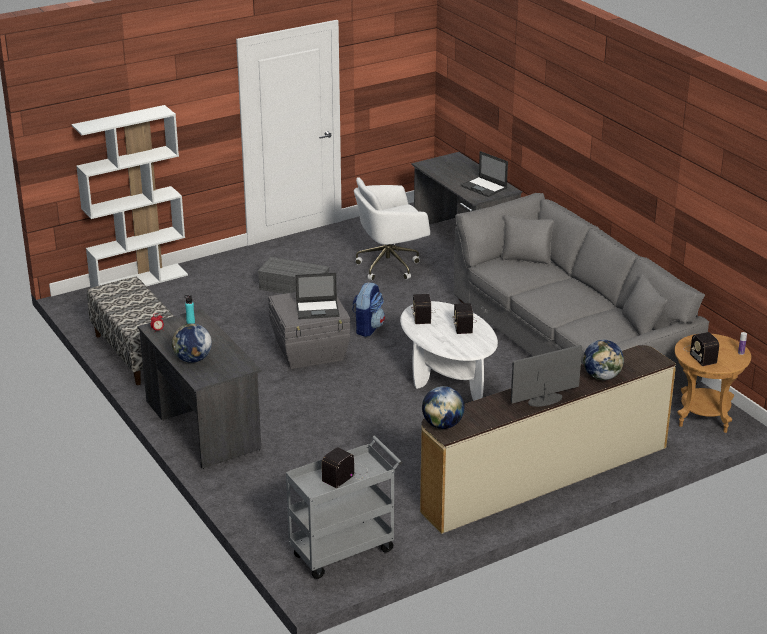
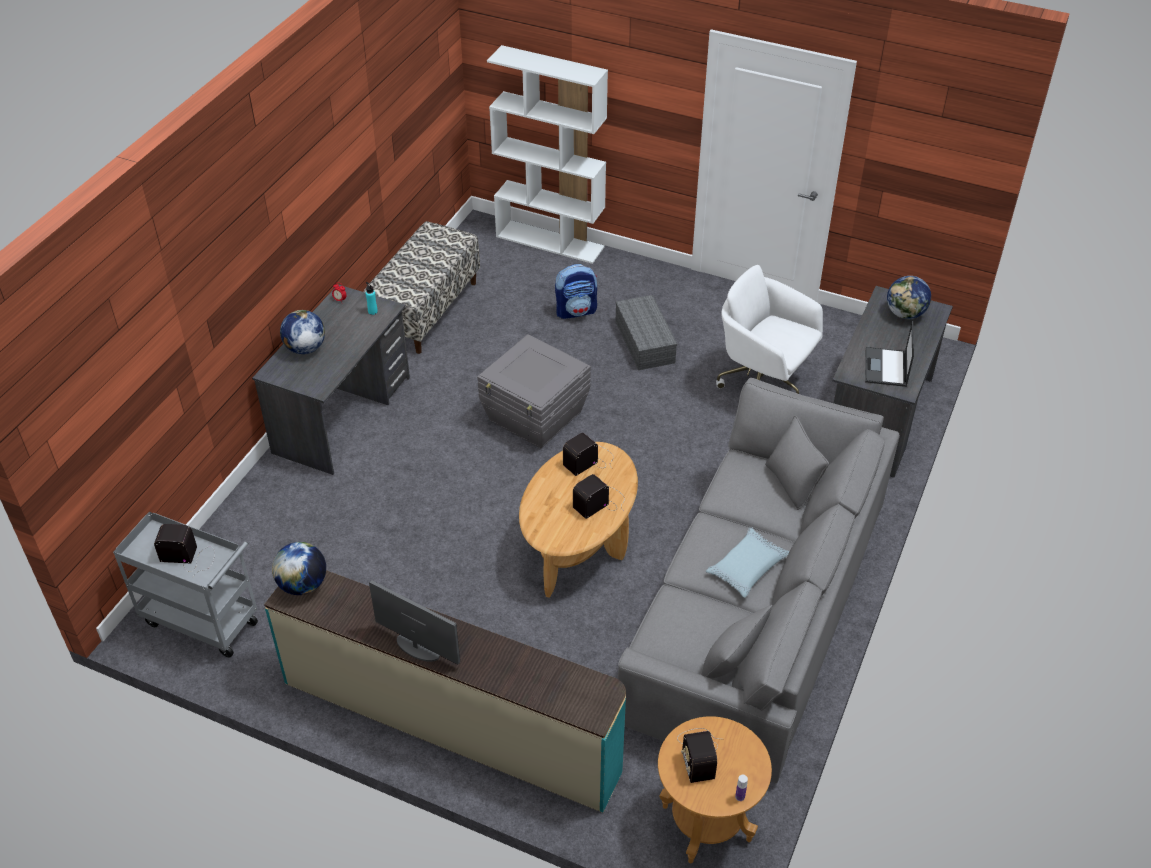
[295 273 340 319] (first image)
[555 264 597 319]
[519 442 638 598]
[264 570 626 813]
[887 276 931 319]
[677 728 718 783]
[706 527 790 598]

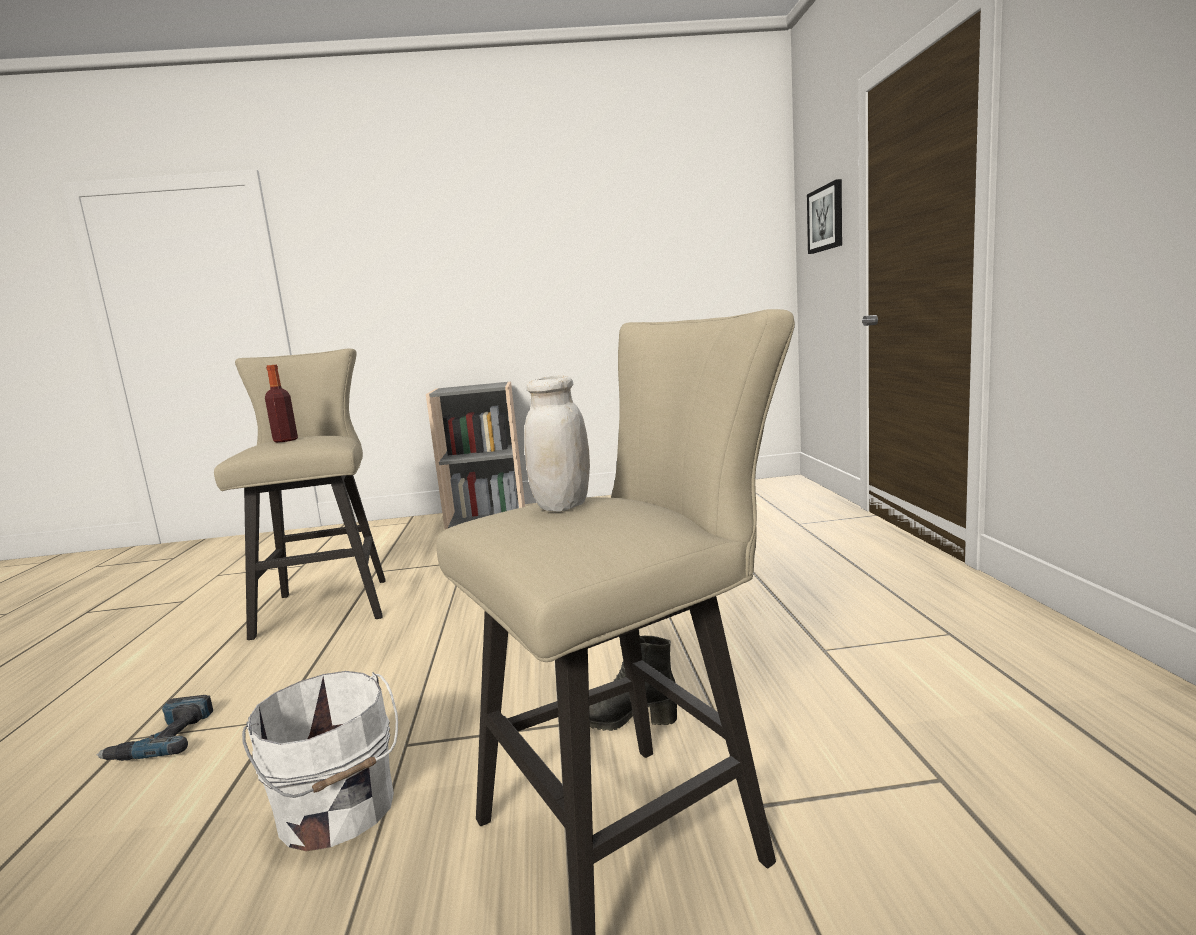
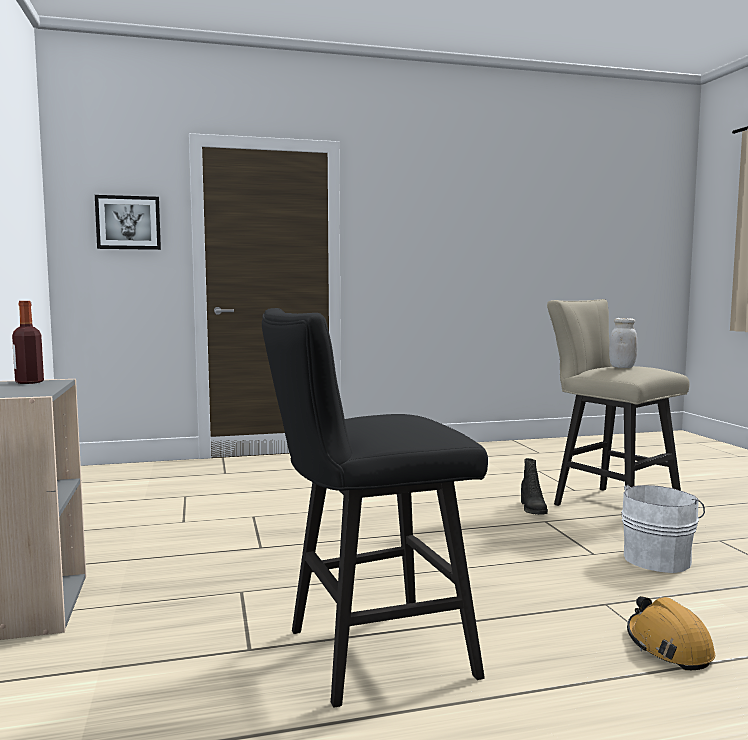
[627 596 715 670]
[262 308 488 708]
[12 301 44 384]

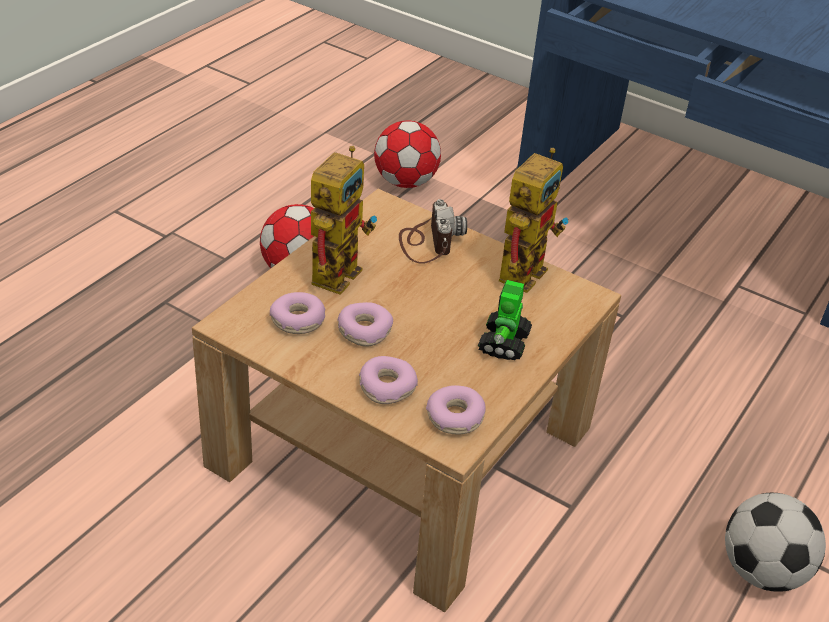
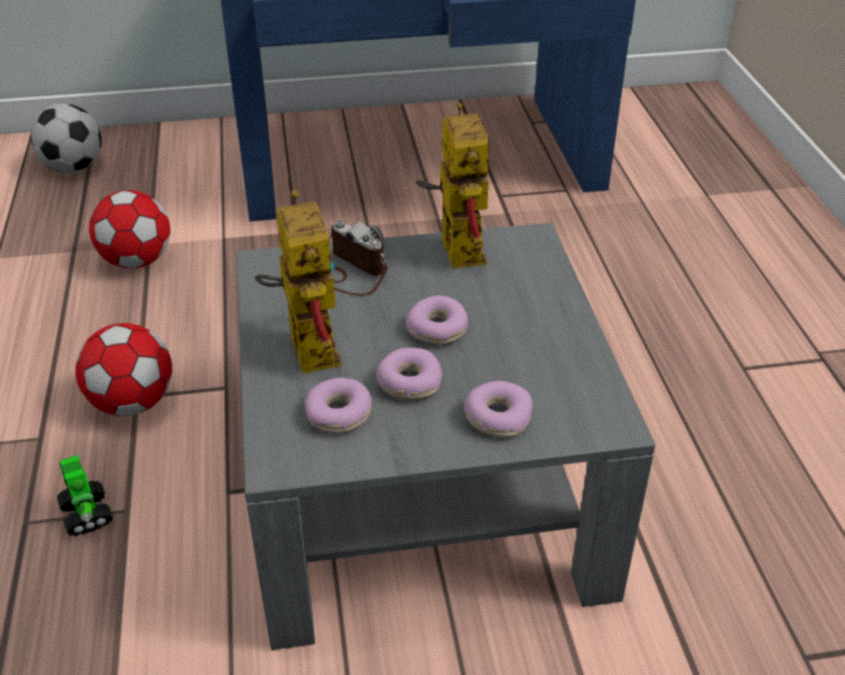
[237 223 655 650]
[406 295 468 345]
[57 455 113 536]
[31 104 102 173]

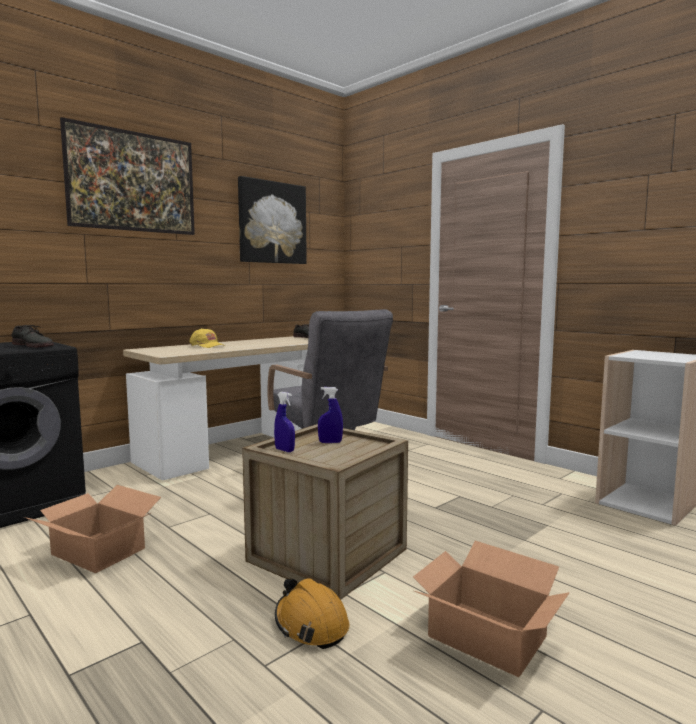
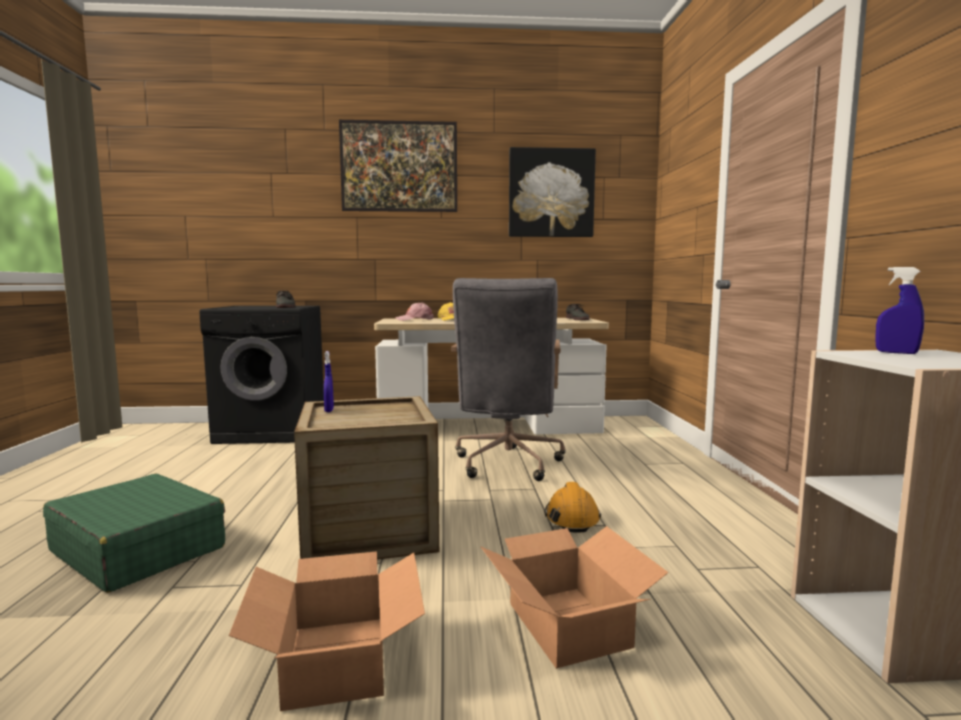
[480 526 669 669]
[545 482 601 533]
[875 267 924 354]
[43 474 225 593]
[395 302 434 321]

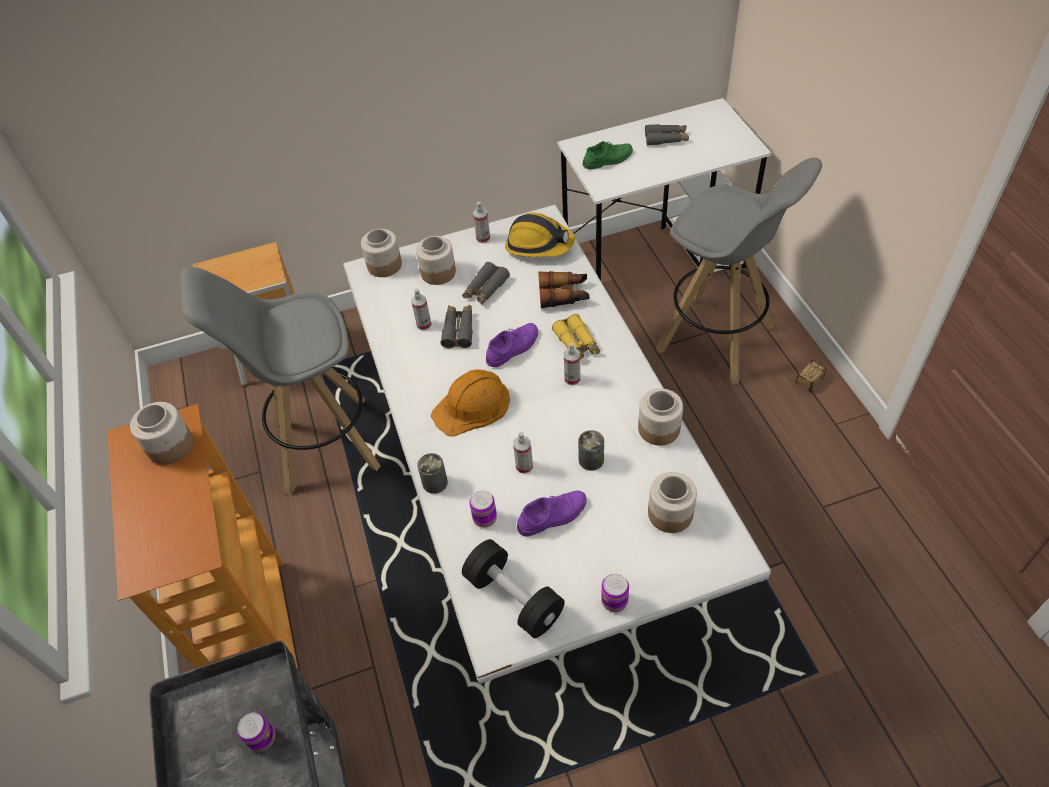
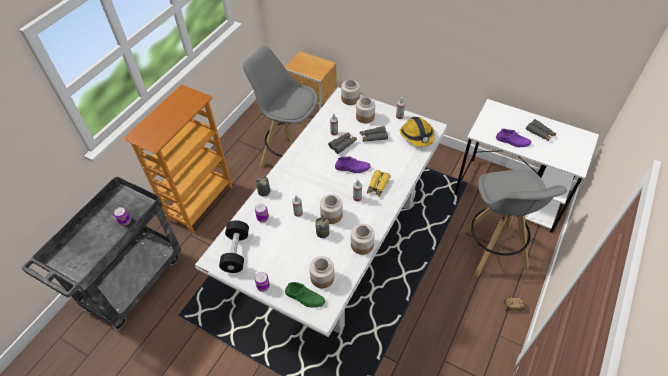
[320 194 343 224]
[431 369 510 436] (first image)
[496 129 531 147]
[538 271 589 309] (first image)
[285 282 325 308]

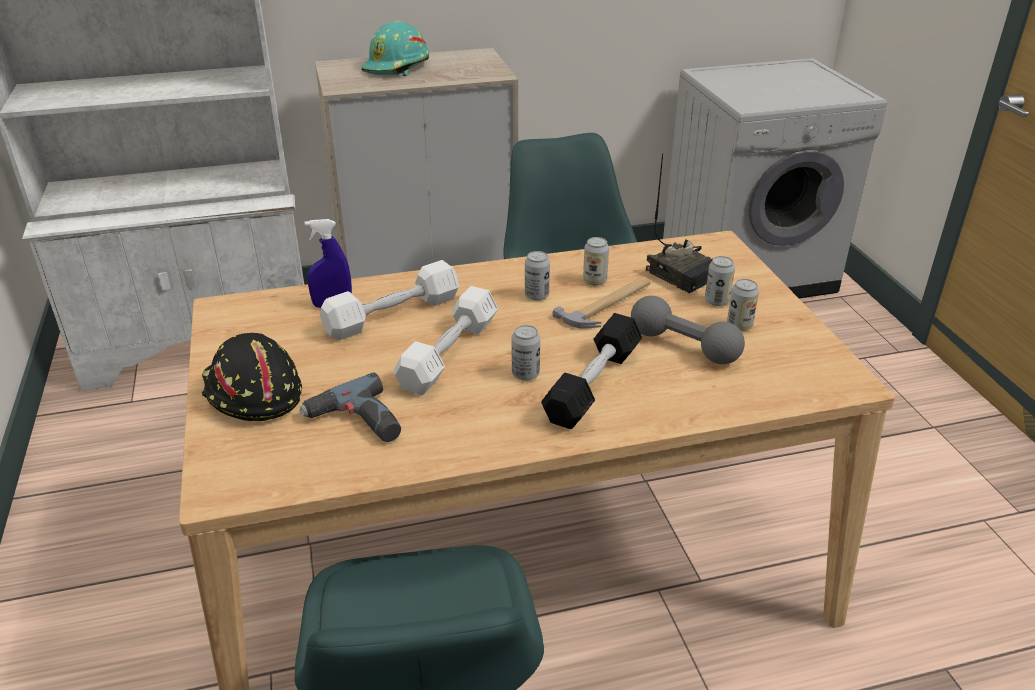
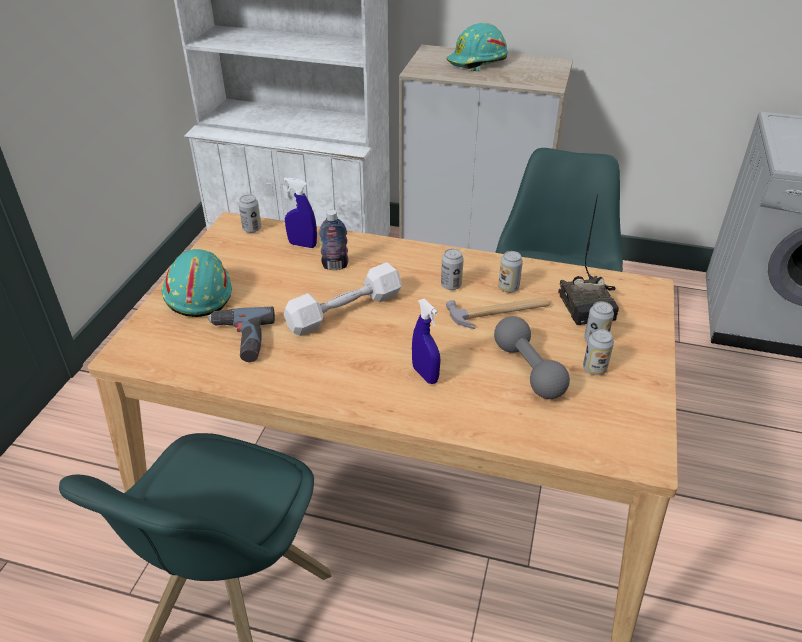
[162 249 232 317]
[319 210 349 270]
[238 195 261 233]
[412 299 440 384]

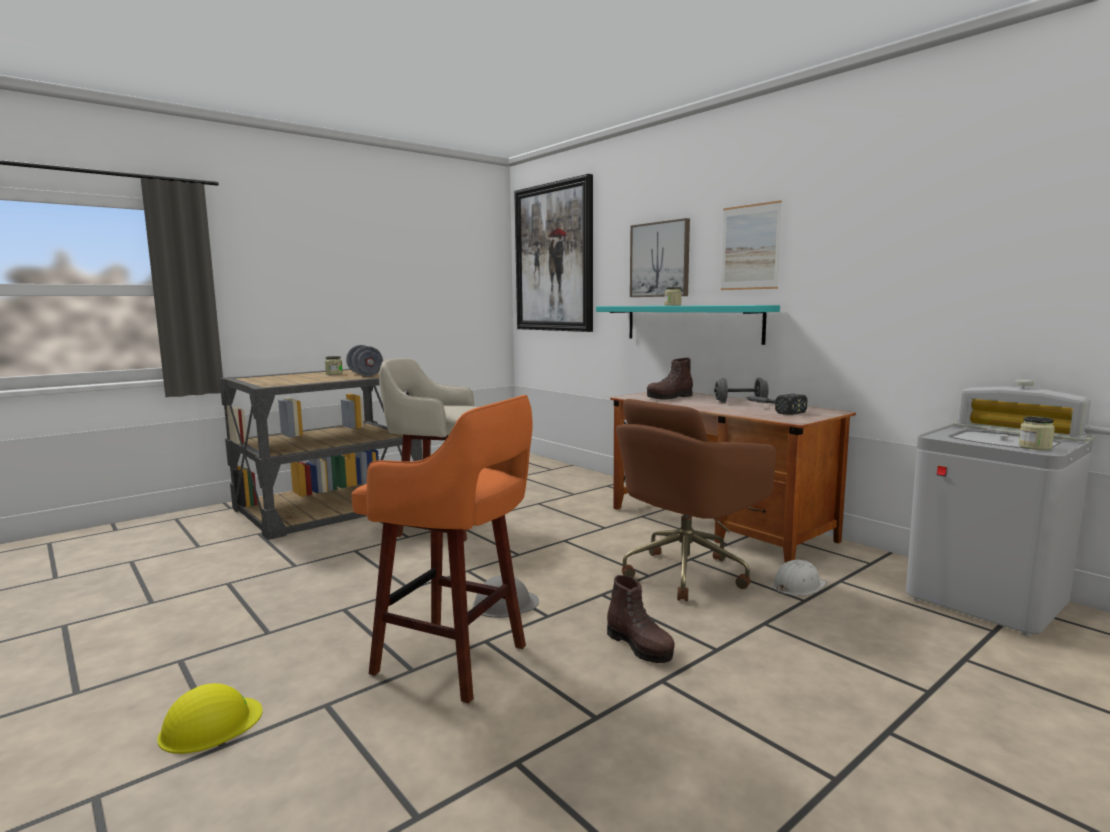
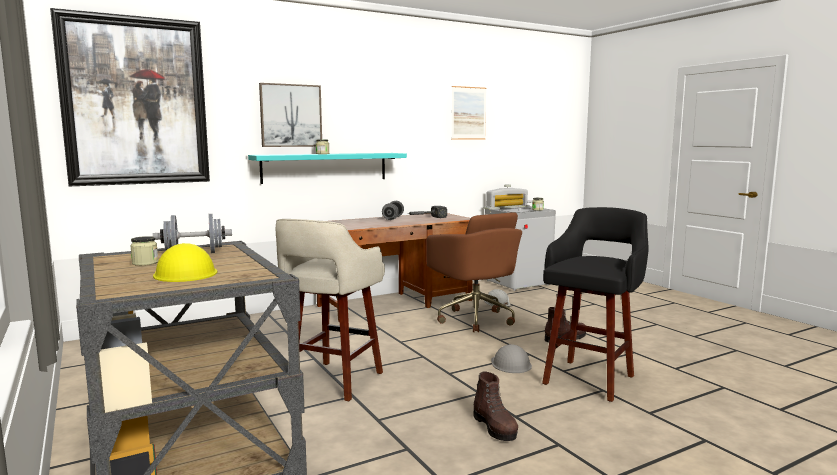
[153 243 217 282]
[542 207 649 402]
[473 371 518 441]
[451 86 487 140]

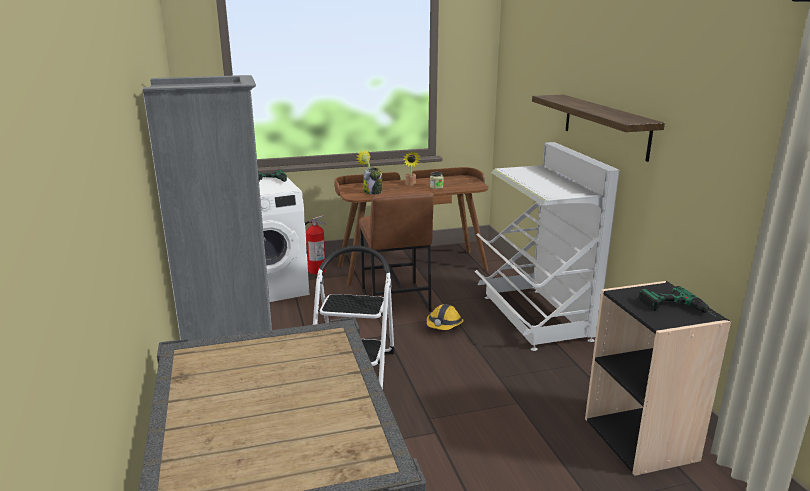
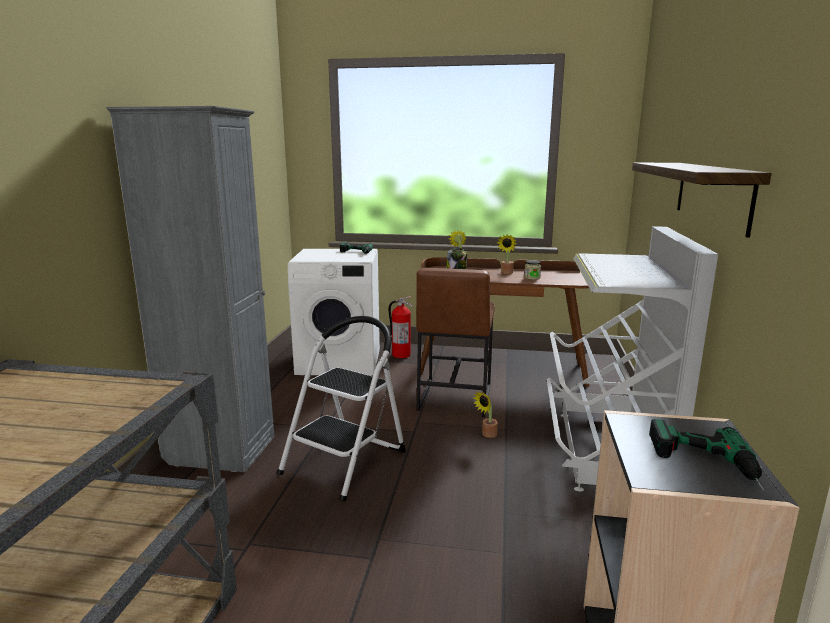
[473 392 498 438]

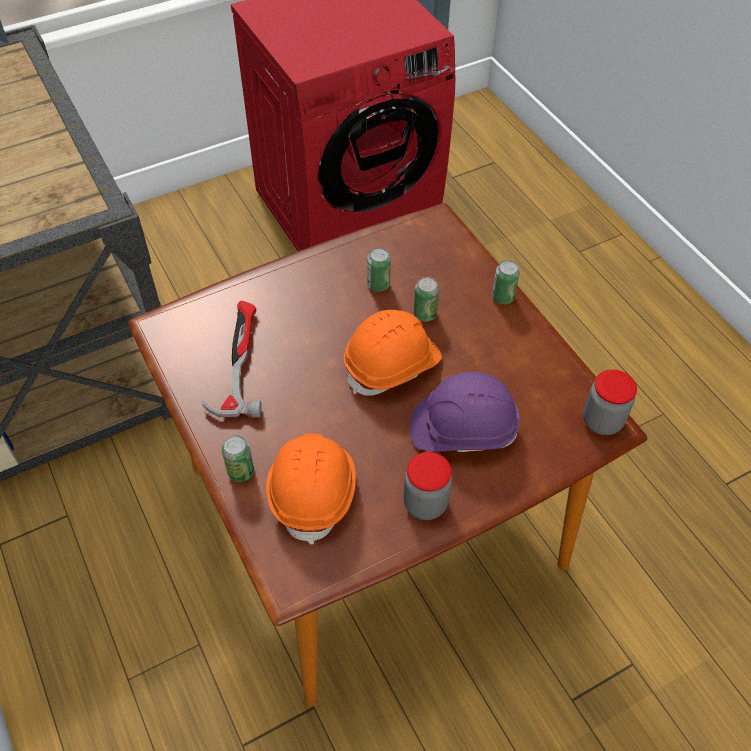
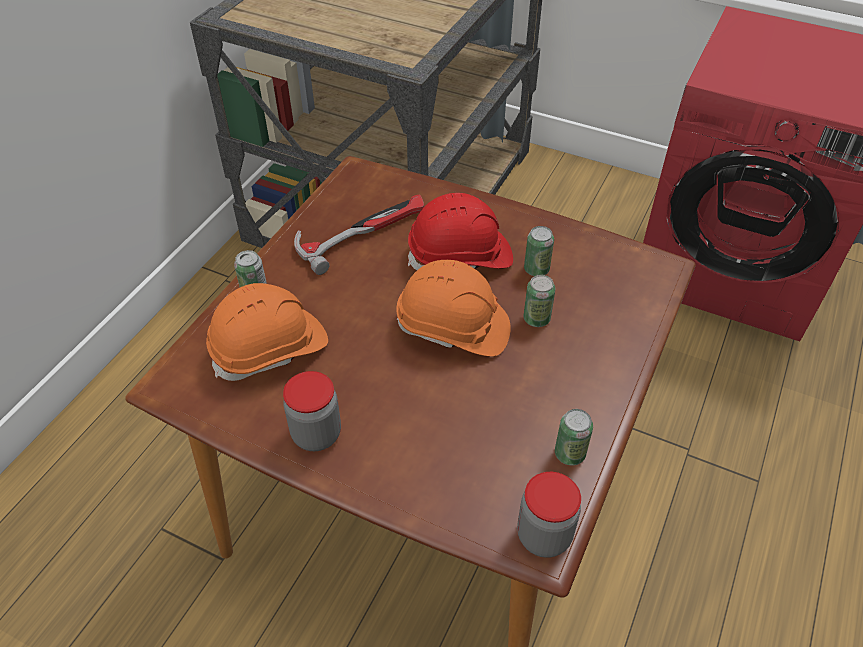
[410 372 520 453] (first image)
[555 409 593 465]
[408 193 513 270]

